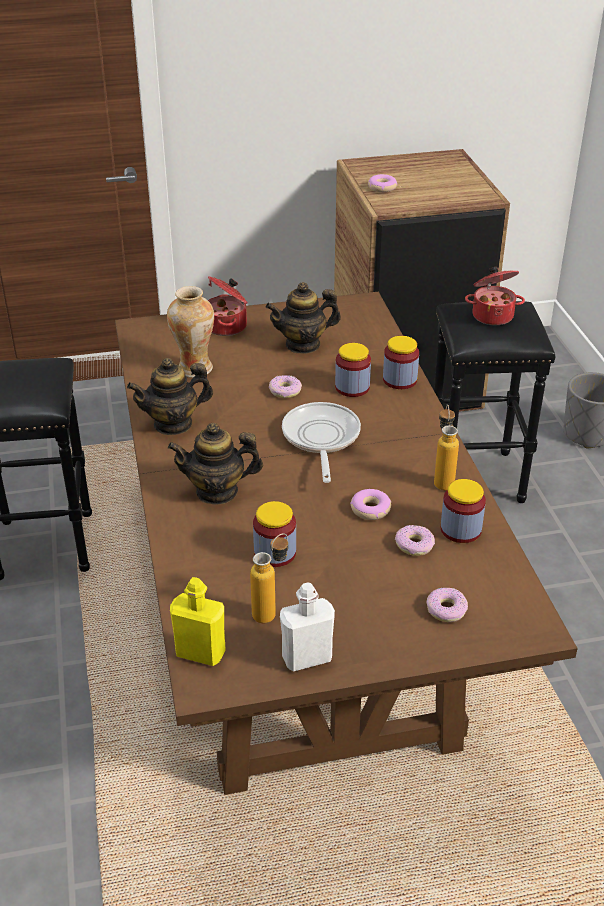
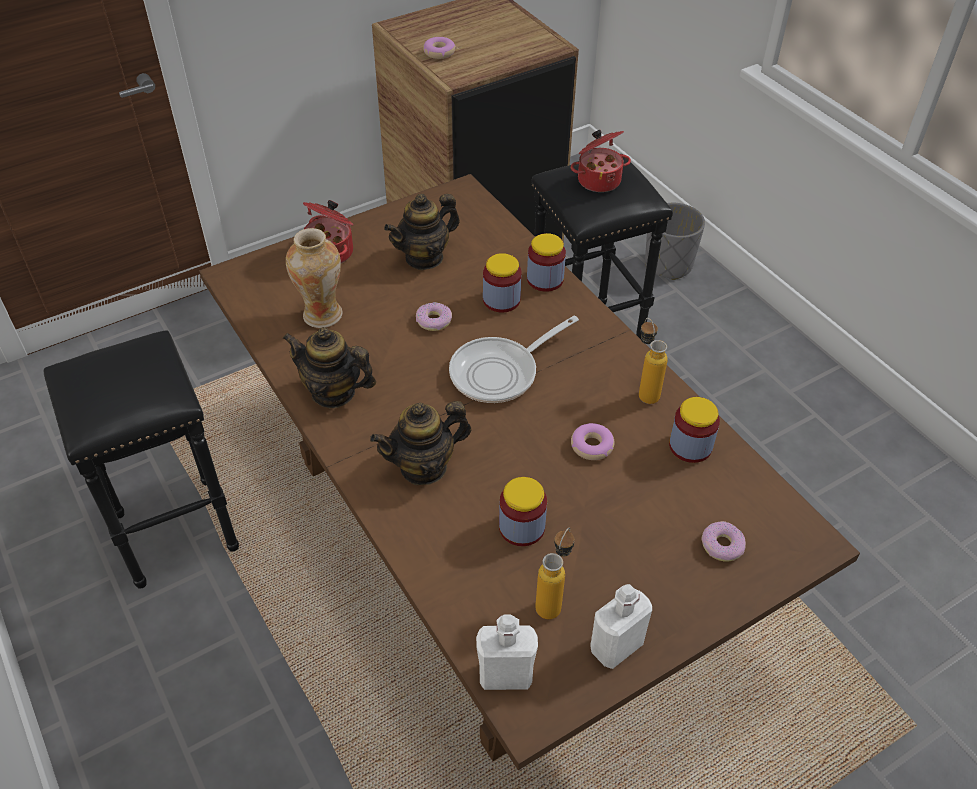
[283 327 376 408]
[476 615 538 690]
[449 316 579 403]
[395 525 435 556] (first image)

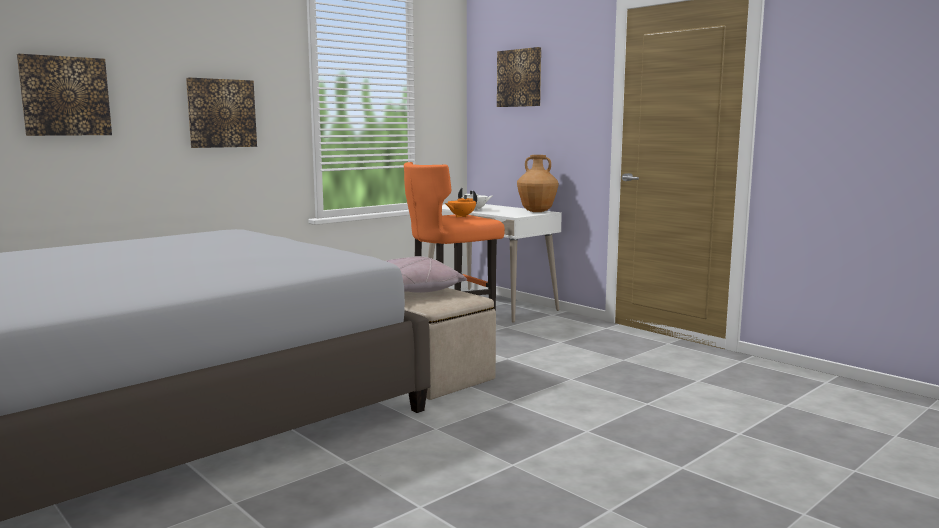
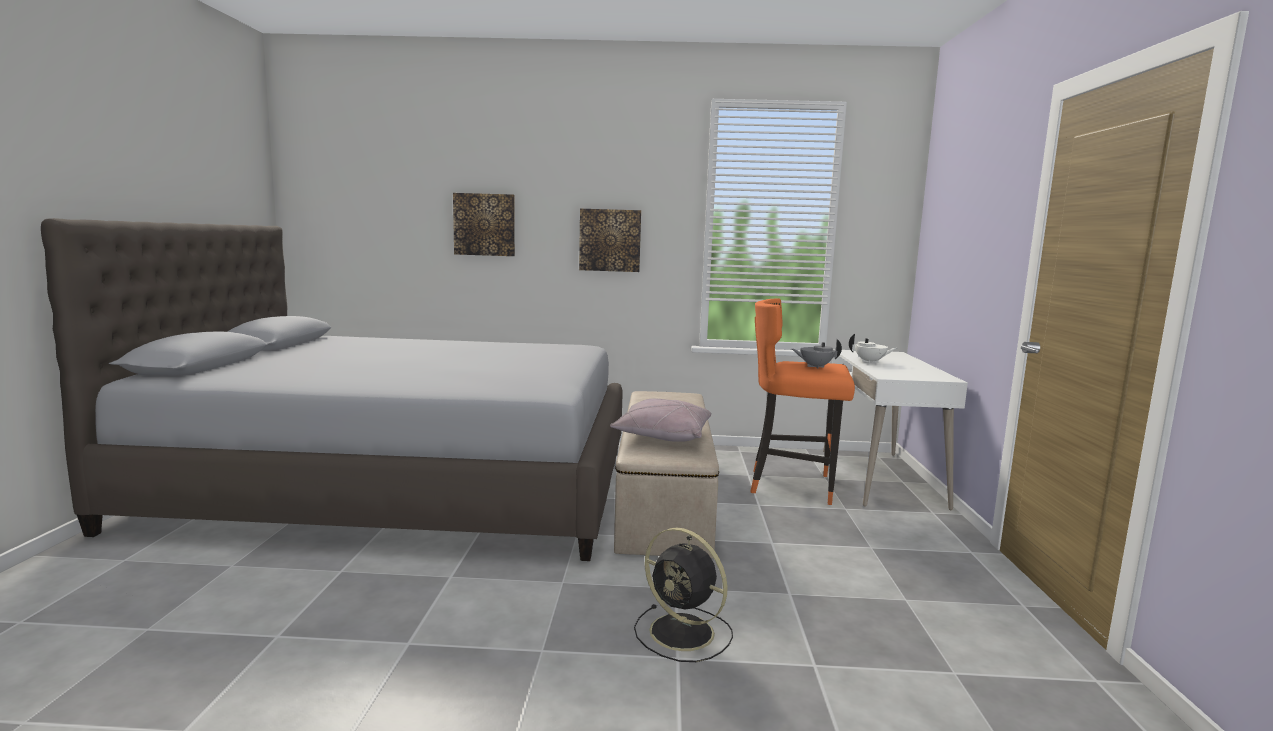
[792 339 842 368]
[497 47 541 107] (first image)
[517 155 559 212] (first image)
[634 527 733 662]

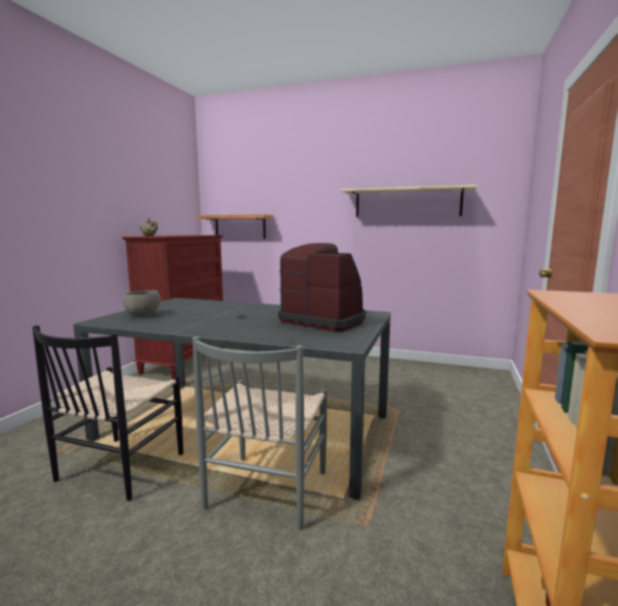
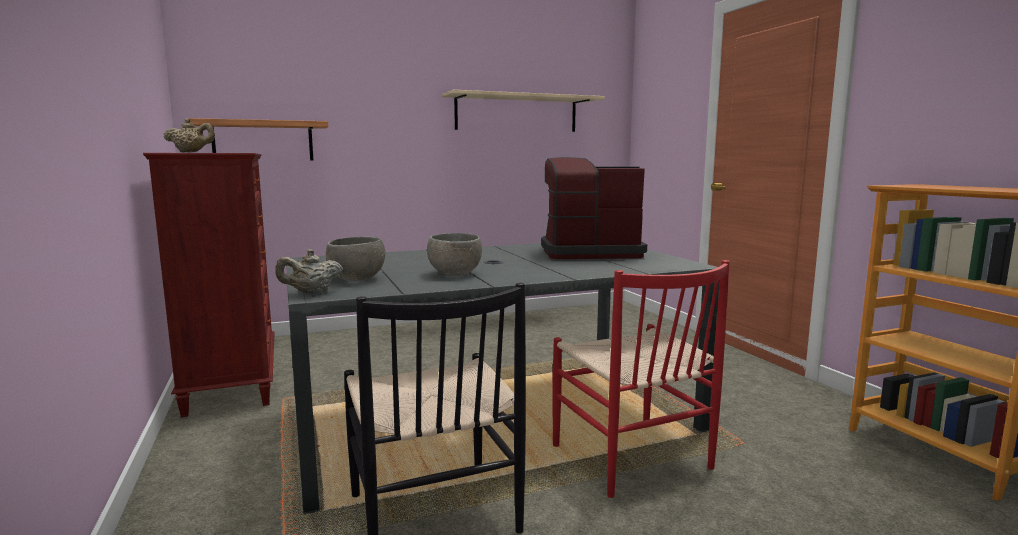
[552 260 730 498]
[275 249 343 295]
[427 233 482 276]

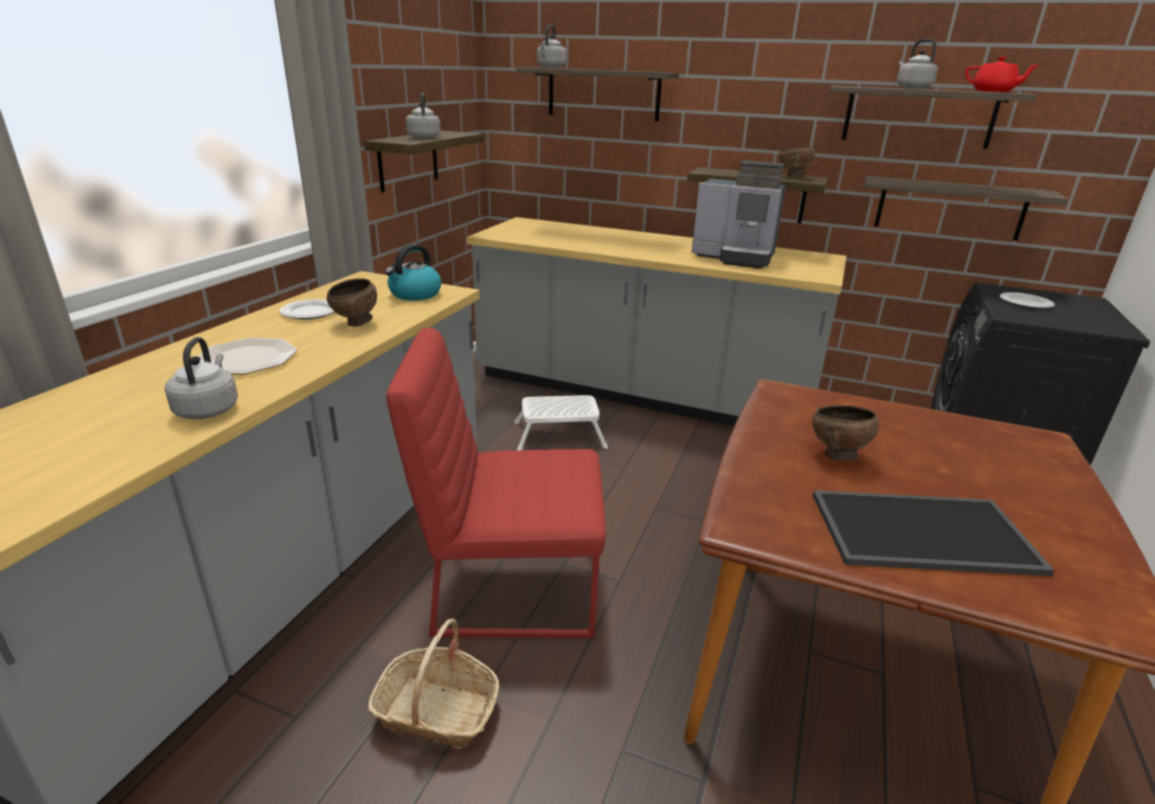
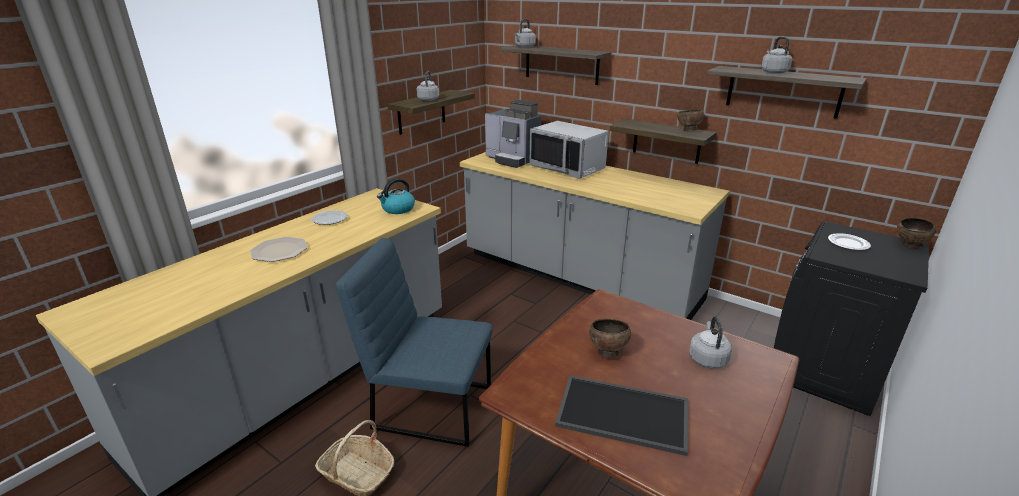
[689 316 732 368]
[897 217 936 249]
[336 238 492 447]
[514 395 608 451] (first image)
[485 100 541 168]
[864 176 1068 241] (first image)
[965 57 1040 92] (first image)
[529 121 609 179]

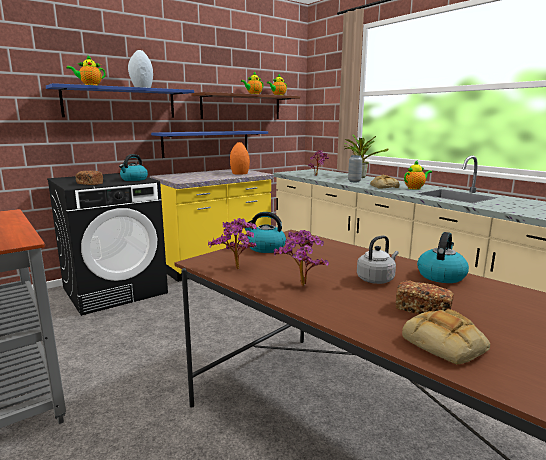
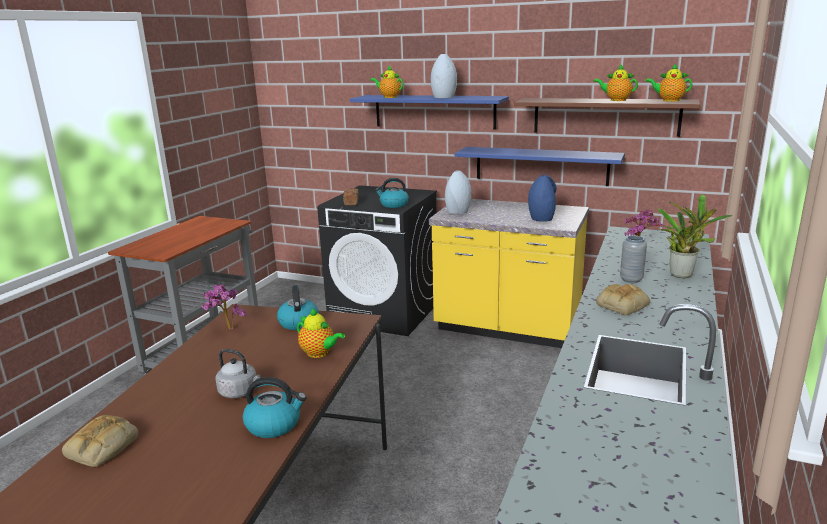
[528 175 556 222]
[274 230 329 286] (first image)
[396 280 454 314] (first image)
[297 308 345 358]
[445 170 471 214]

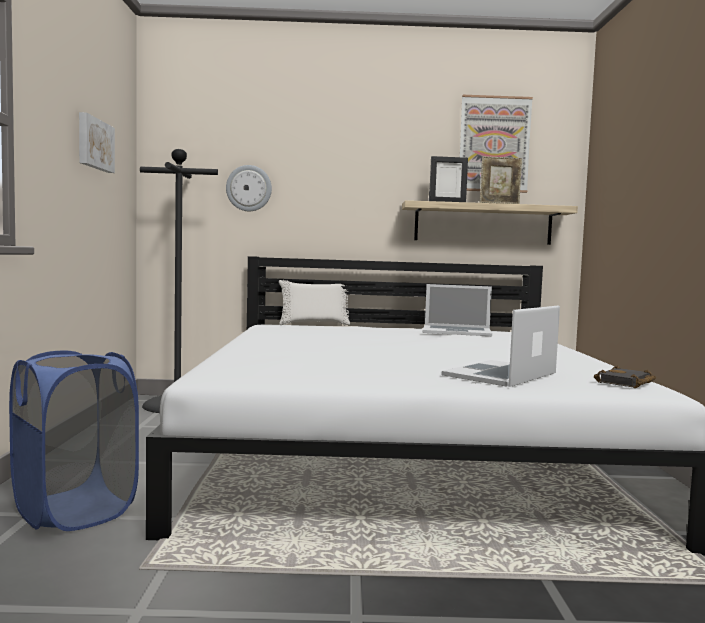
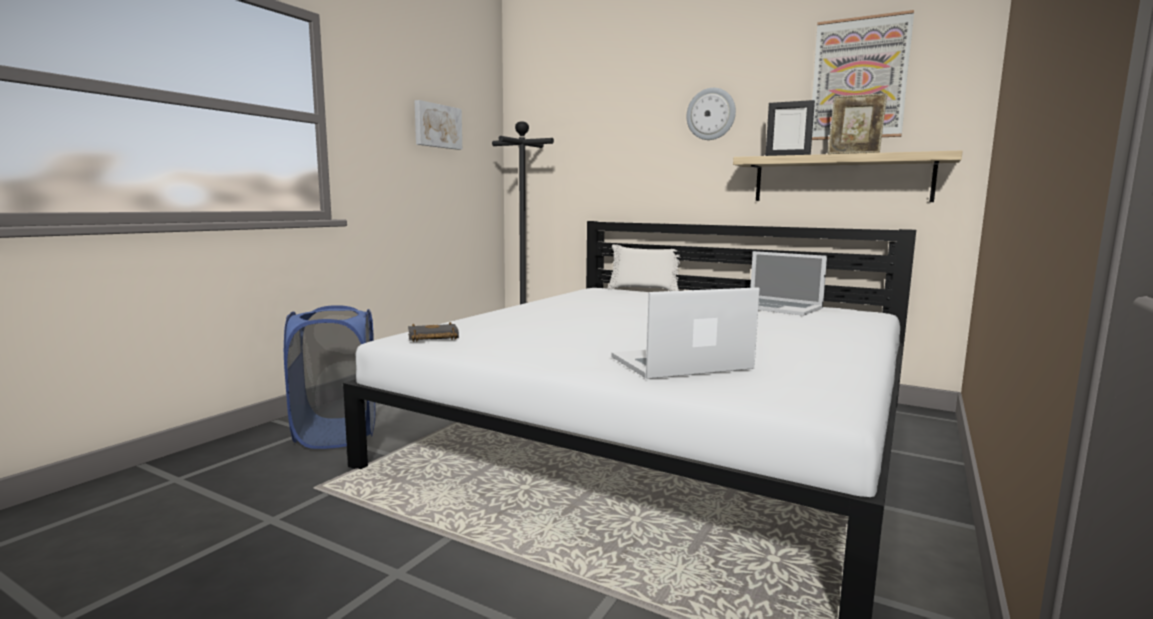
[687 88 736 140]
[408 322 459 342]

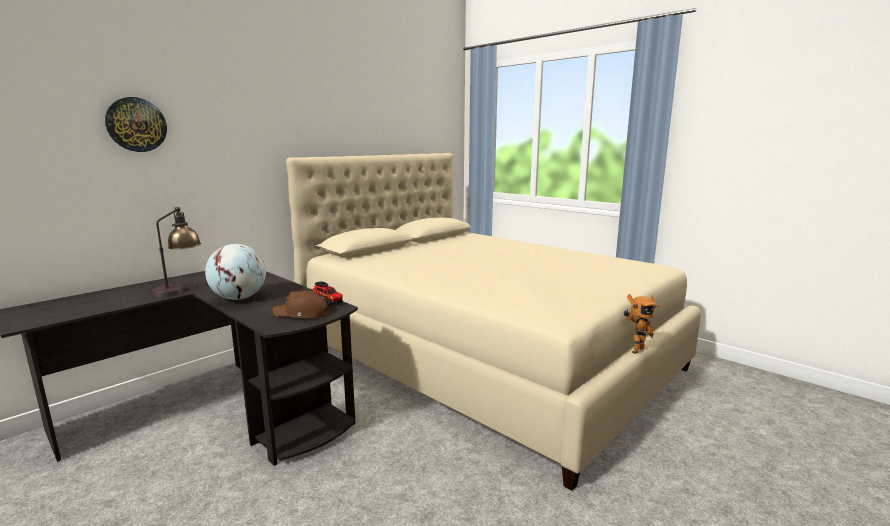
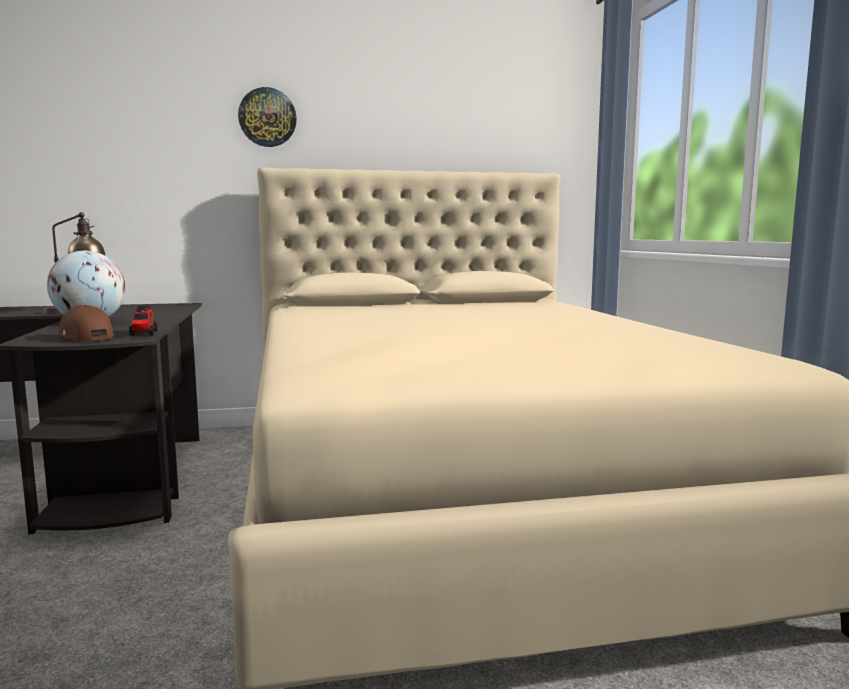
[238 87 297 147]
[624 294 660 354] (first image)

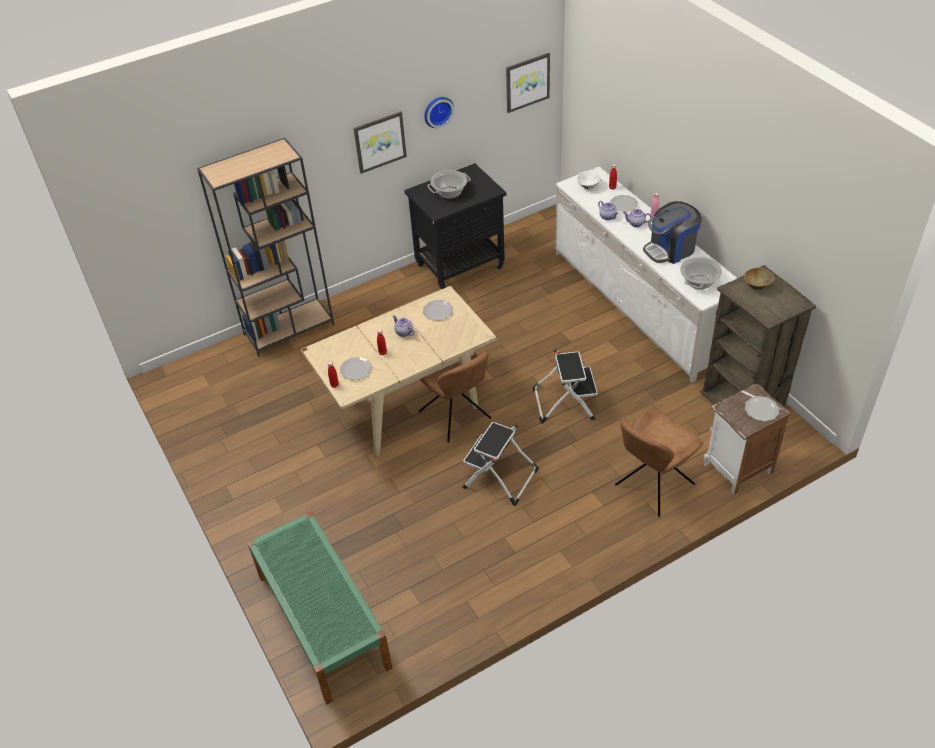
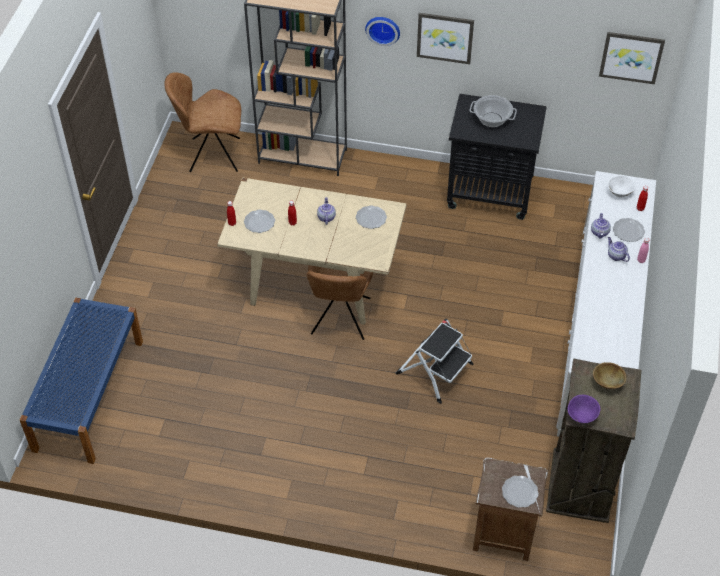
[20 297 143 464]
[365 17 400 46]
[462 422 539 506] (first image)
[164 72 241 172]
[643 201 702 264] (first image)
[680 257 722 290] (first image)
[568 395 601 423]

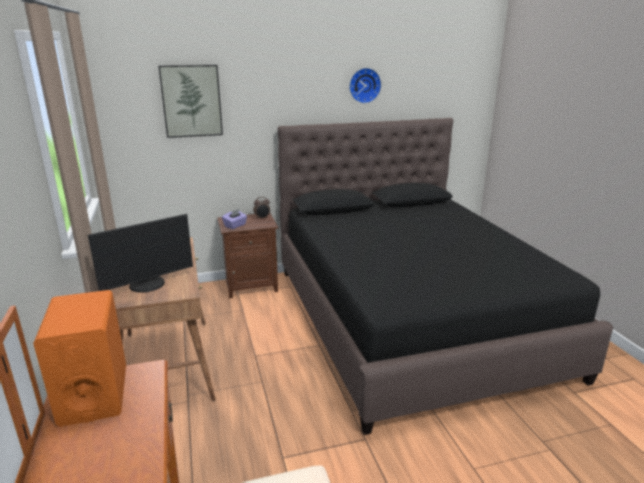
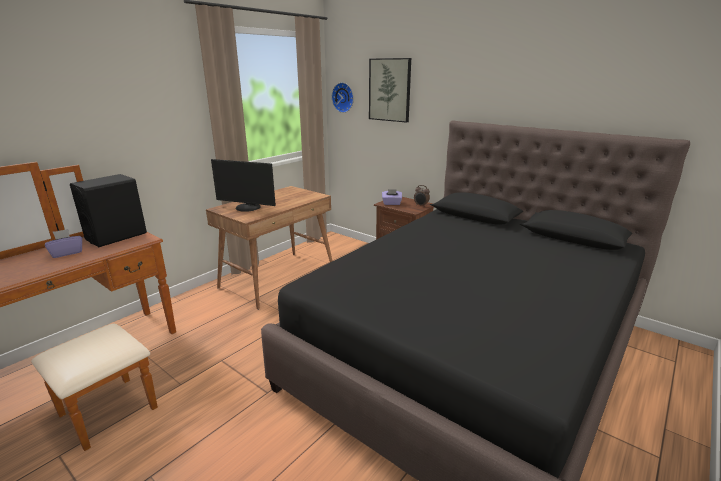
[70 174 147 247]
[332 82 354 113]
[45 229 82 258]

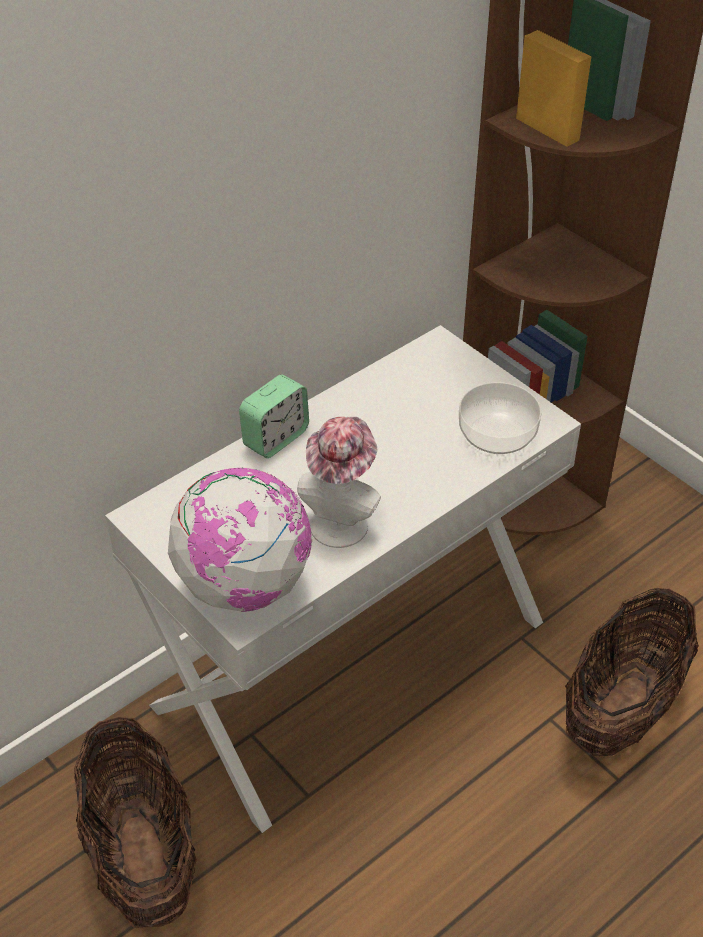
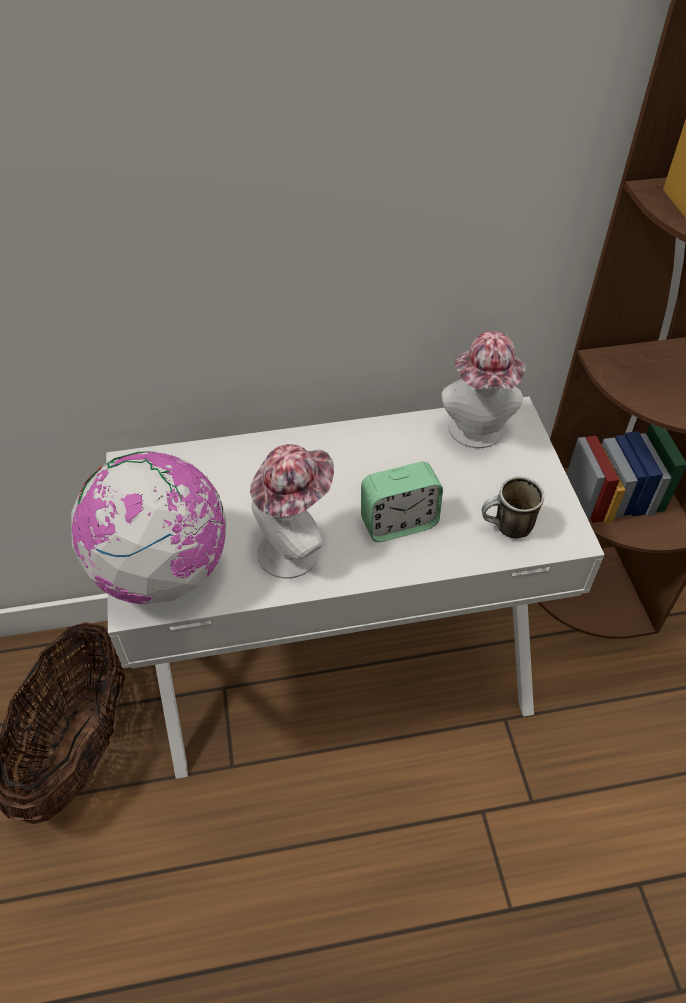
[361 462 443 542]
[482 476 544 539]
[565 588 699 756] (first image)
[442 331 525 448]

